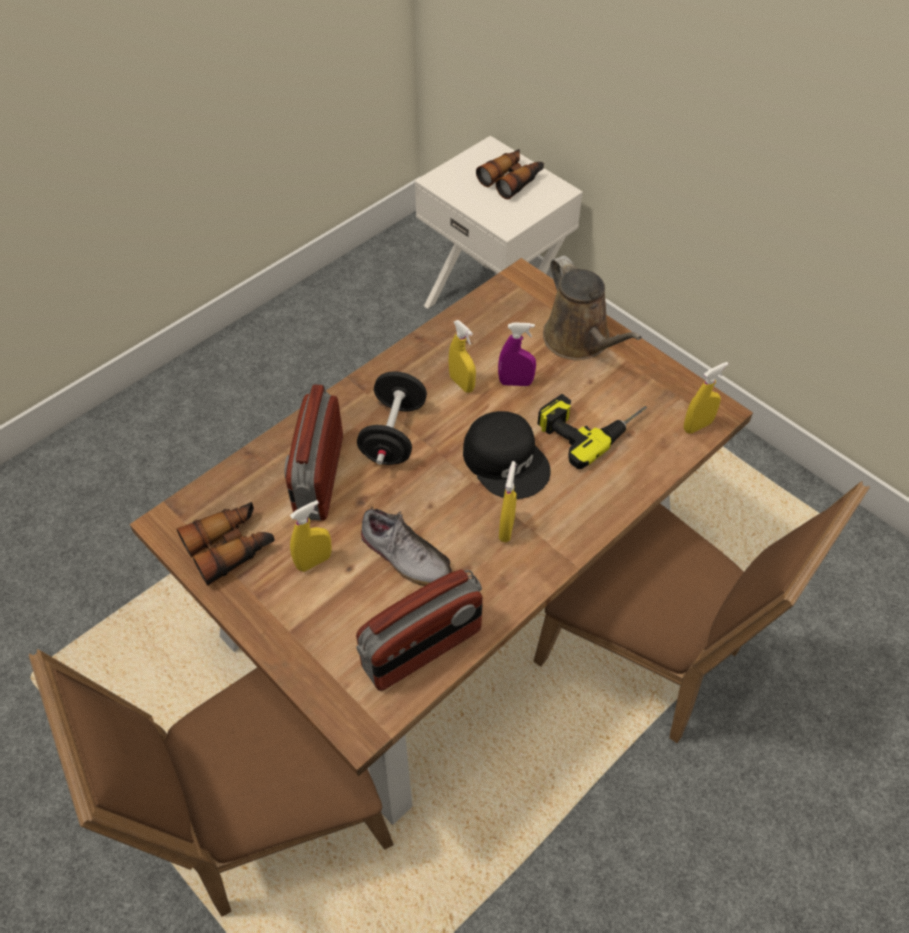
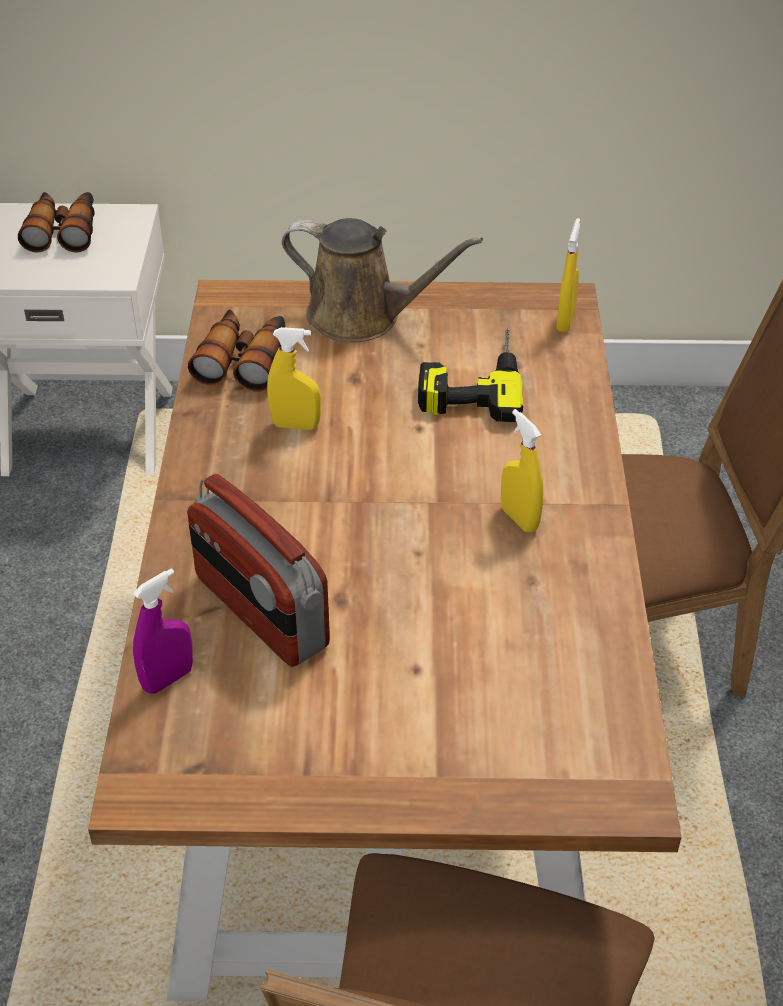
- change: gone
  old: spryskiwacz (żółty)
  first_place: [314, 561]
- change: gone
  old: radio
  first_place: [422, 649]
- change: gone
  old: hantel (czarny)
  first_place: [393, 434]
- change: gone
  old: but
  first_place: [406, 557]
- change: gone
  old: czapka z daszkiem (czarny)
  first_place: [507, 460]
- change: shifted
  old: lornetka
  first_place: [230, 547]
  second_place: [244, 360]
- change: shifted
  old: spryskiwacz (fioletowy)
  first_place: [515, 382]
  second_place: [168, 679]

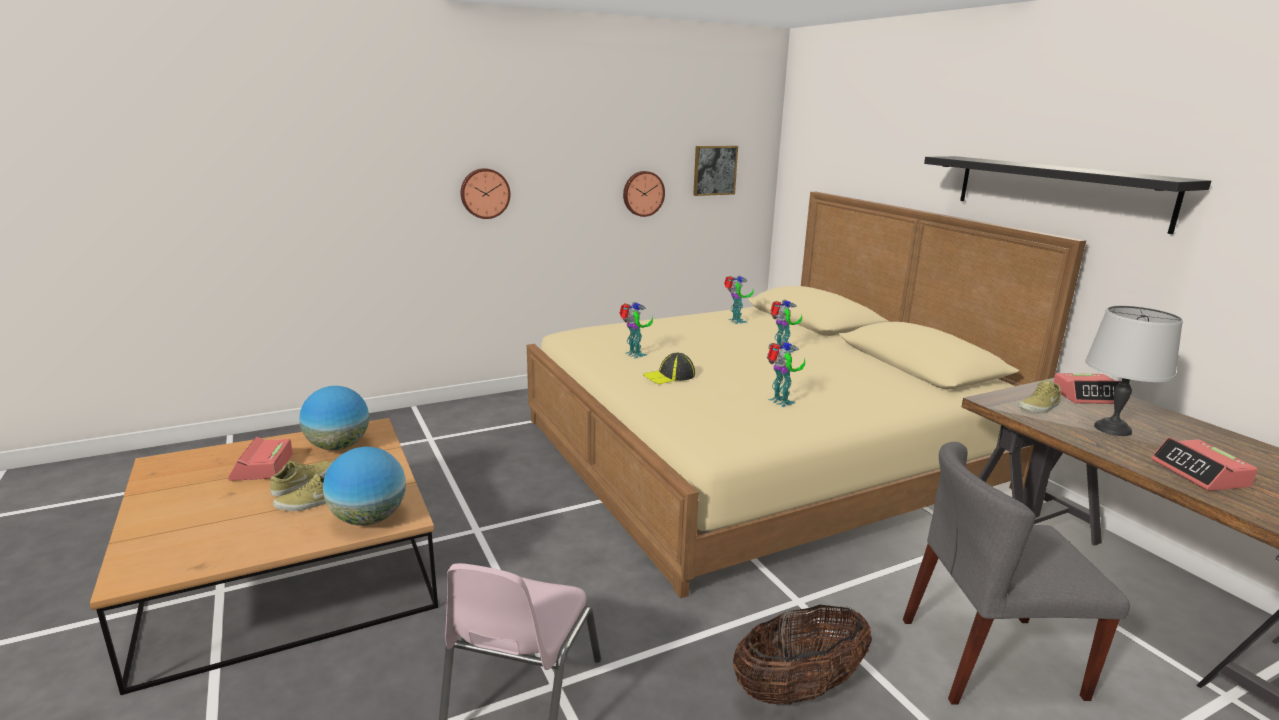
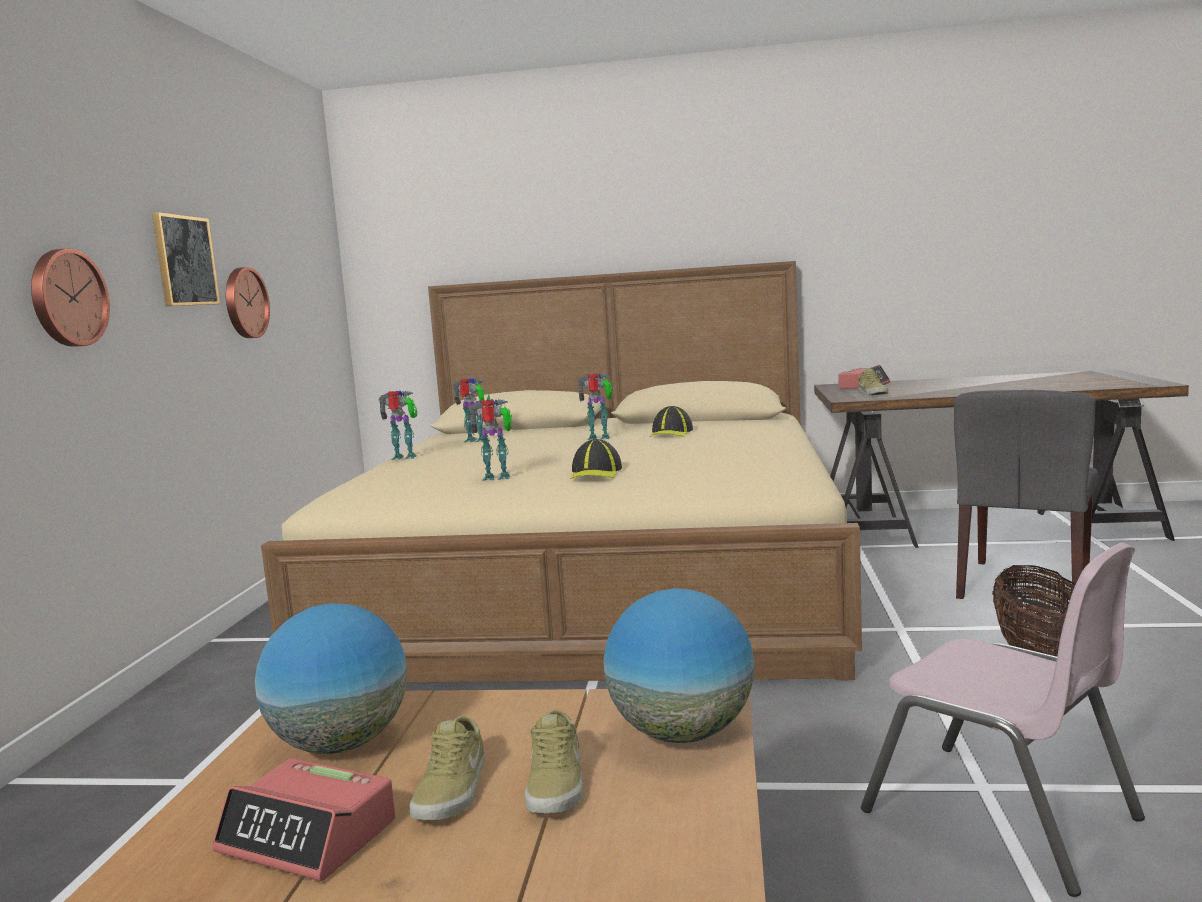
- change: gone
  old: półka (czarny)
  first_place: [1058, 191]
- change: gone
  old: lampa stołowa (szary)
  first_place: [1112, 428]
- change: gone
  old: budzik
  first_place: [1200, 474]
- change: new
  new: czapka z daszkiem
  second_place: [671, 433]
- change: shifted
  old: obraz
  first_place: [714, 170]
  second_place: [184, 261]
- change: shifted
  old: robot zabawkowy
  first_place: [780, 402]
  second_place: [405, 458]
- change: rotated
  old: but (beżowy)
  first_place: [302, 482]
  second_place: [453, 790]
  degrees: -150

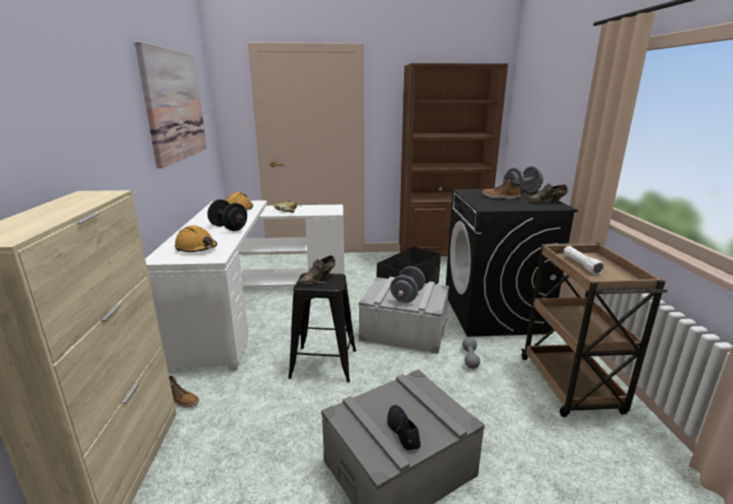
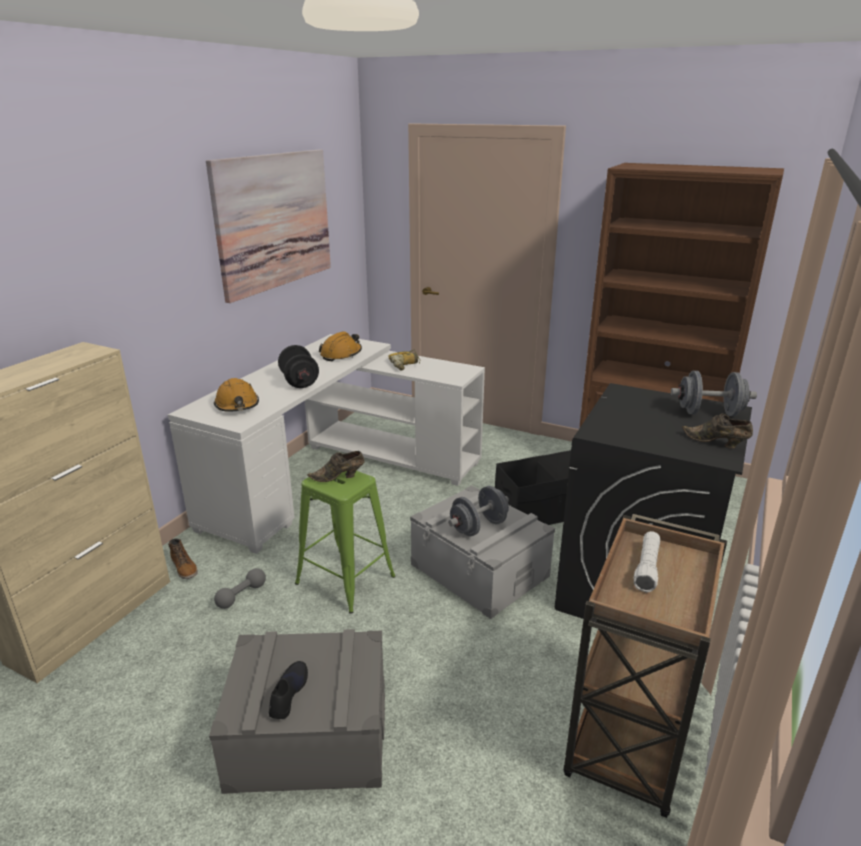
- change: gone
  old: but z cholewką
  first_place: [500, 197]
- change: shifted
  old: hantel (szary)
  first_place: [470, 358]
  second_place: [241, 595]
- change: repainted
  old: stołek (czarny)
  new: stołek (zielony)
  first_place: [323, 363]
  second_place: [345, 579]

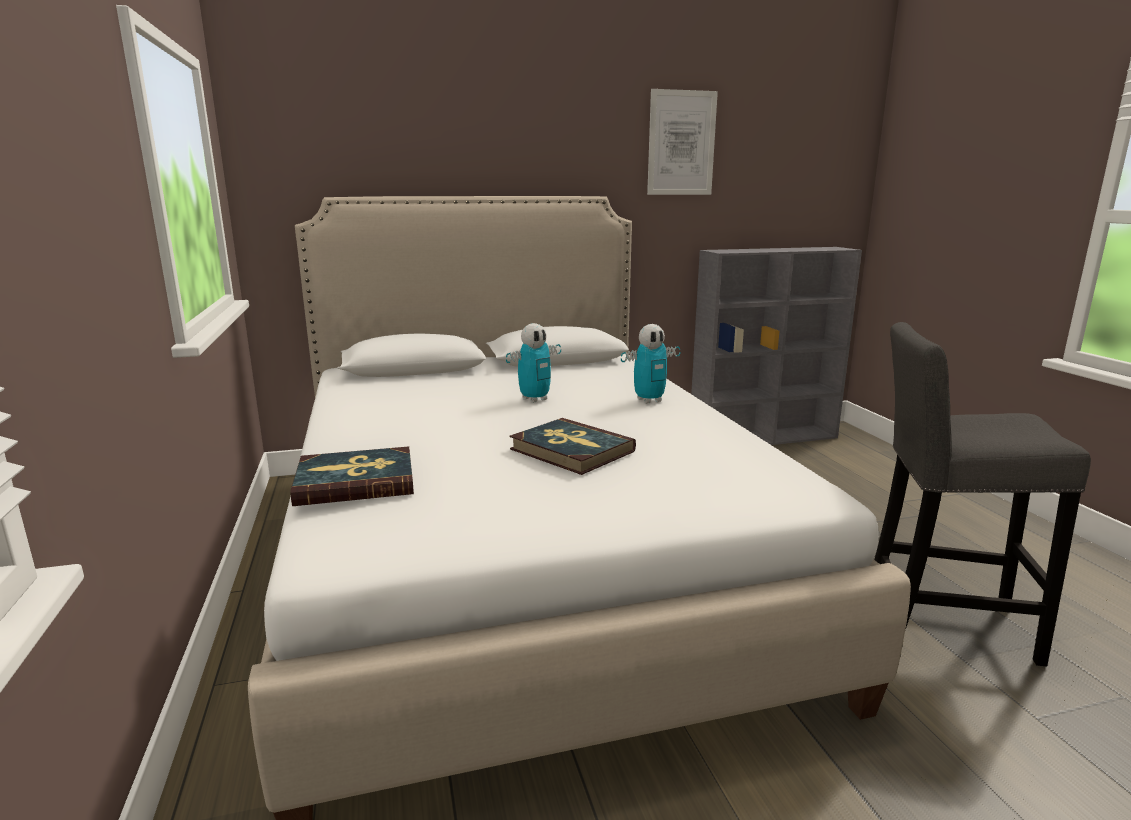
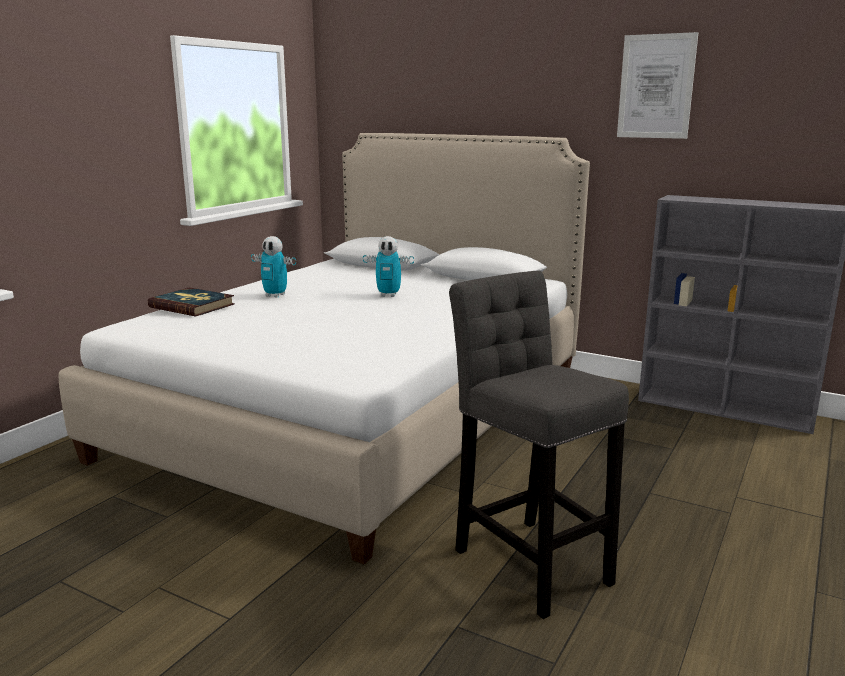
- change: gone
  old: książka
  first_place: [571, 450]
- change: shifted
  old: robot zabawkowy
  first_place: [649, 400]
  second_place: [275, 295]

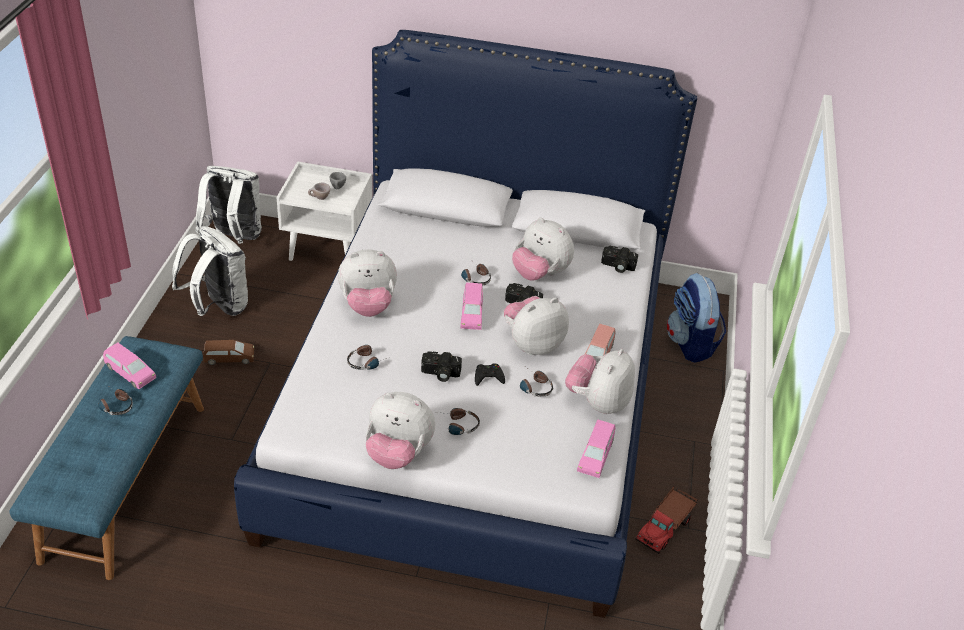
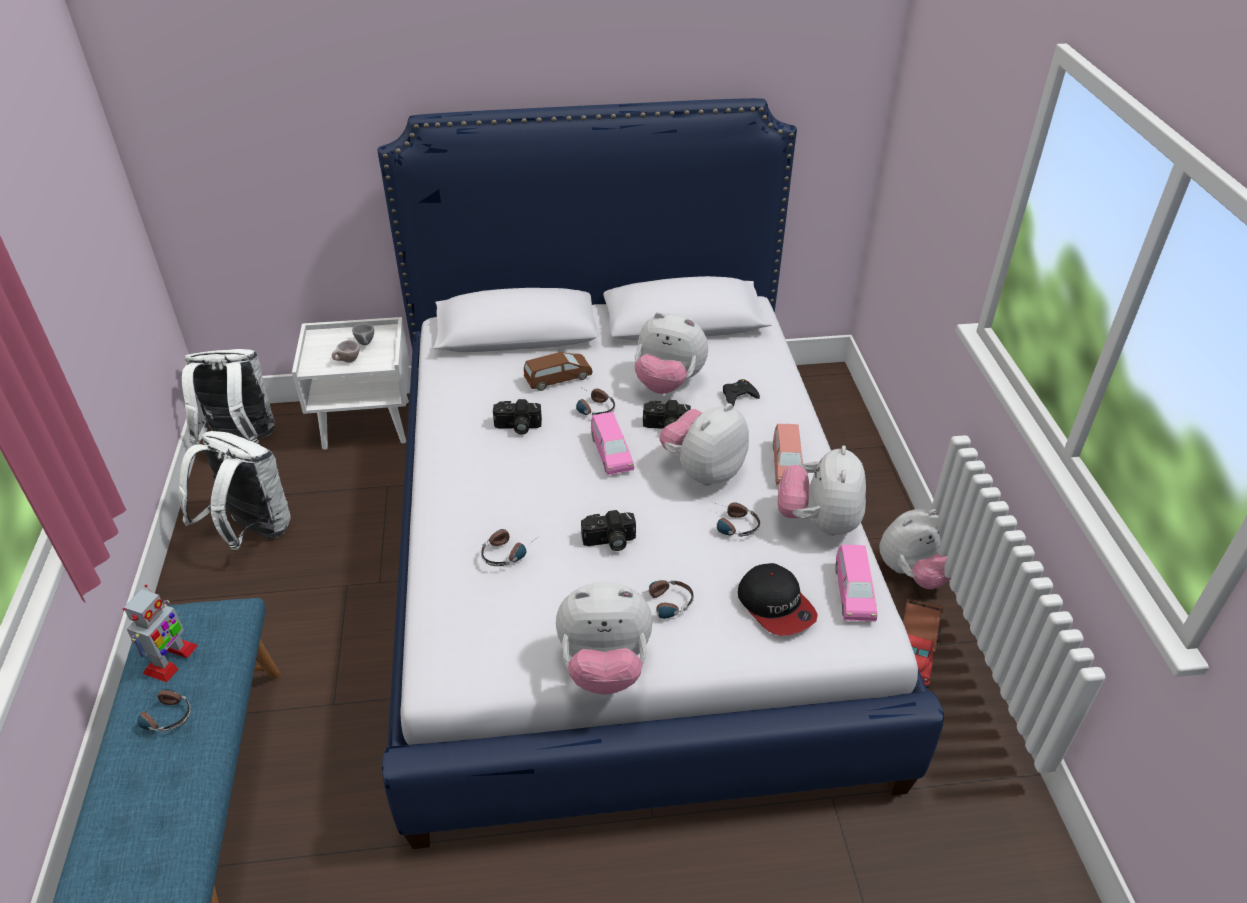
- change: gone
  old: plecak
  first_place: [691, 343]
- change: new
  new: czapka z daszkiem
  second_place: [776, 606]
- change: shifted
  old: samochodzik (brązowy)
  first_place: [229, 358]
  second_place: [558, 378]
- change: shifted
  old: pluszak
  first_place: [368, 306]
  second_place: [913, 573]
- change: shifted
  old: pad do gier (czarny)
  first_place: [488, 377]
  second_place: [738, 396]
- change: shifted
  old: aparat fotograficzny
  first_place: [617, 267]
  second_place: [517, 427]
- change: swapped
  old: samochodzik (różowy)
  new: robot zabawkowy
  first_place: [130, 373]
  second_place: [170, 660]

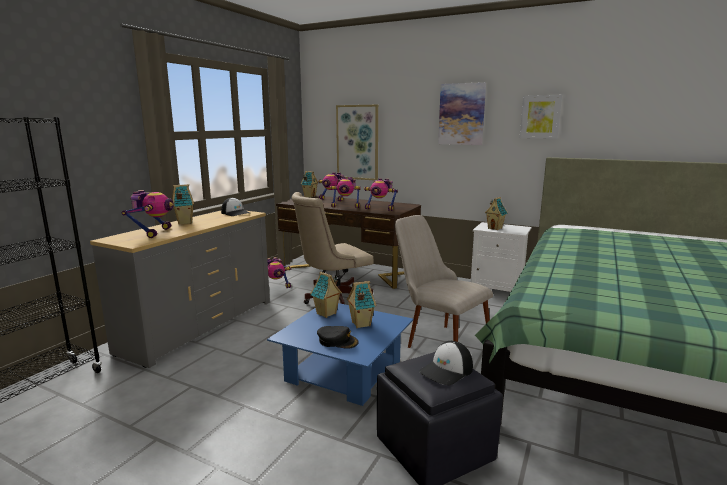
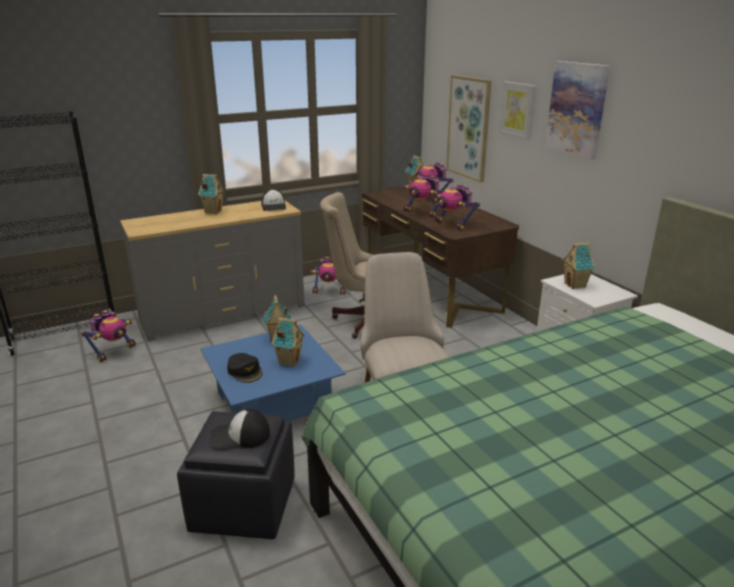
- change: shifted
  old: robot zabawkowy
  first_place: [154, 233]
  second_place: [114, 351]
- change: shifted
  old: obraz
  first_place: [540, 117]
  second_place: [518, 110]

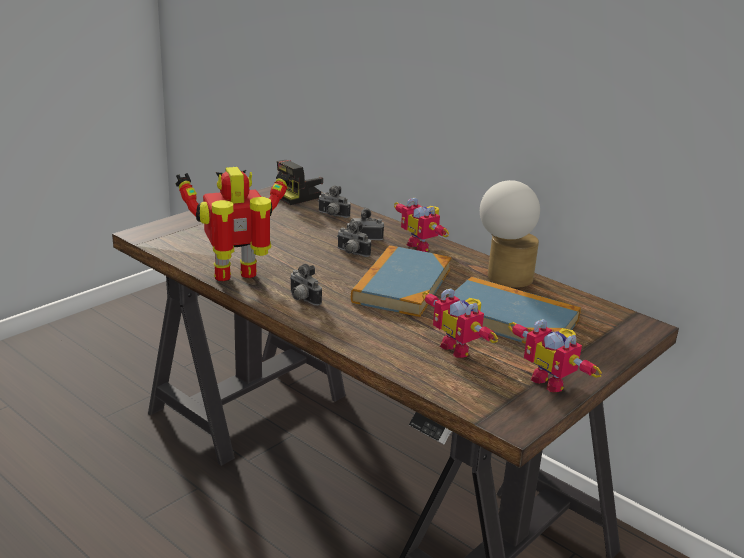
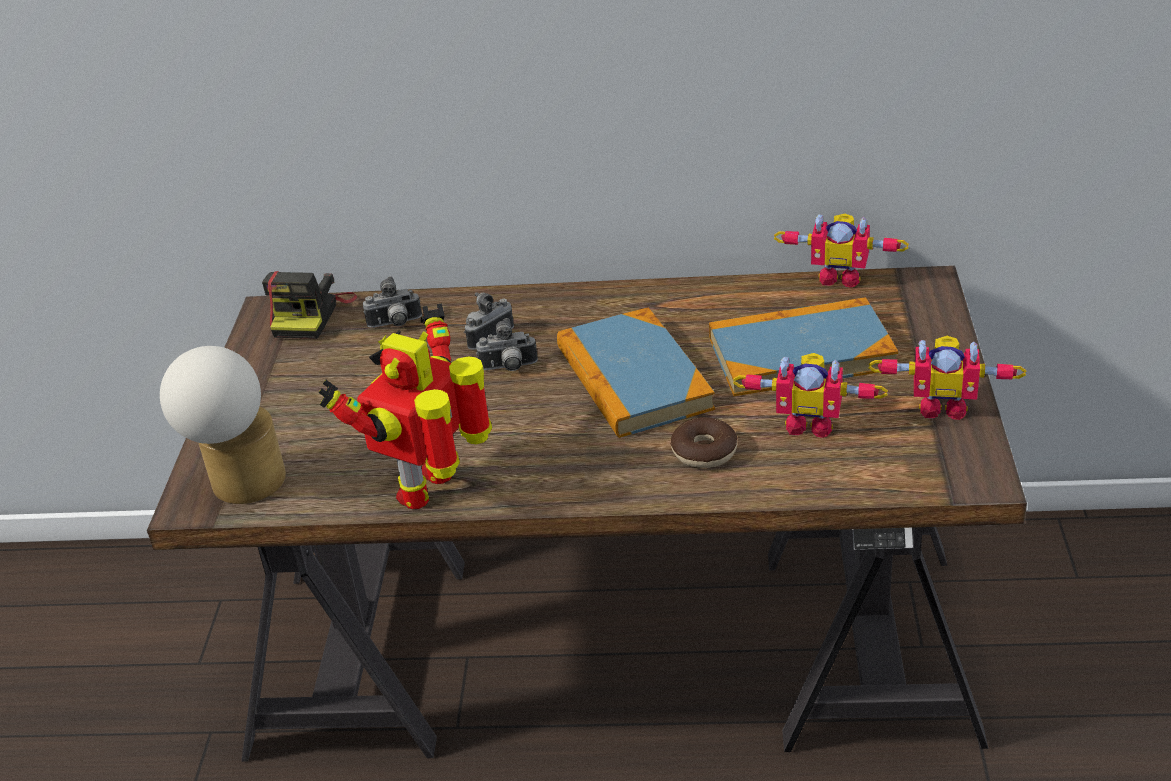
- change: gone
  old: aparat fotograficzny
  first_place: [302, 300]
- change: new
  new: donut
  second_place: [704, 451]
- change: shifted
  old: robot zabawkowy
  first_place: [422, 246]
  second_place: [840, 276]
- change: shifted
  old: lampa stołowa
  first_place: [503, 278]
  second_place: [240, 487]

